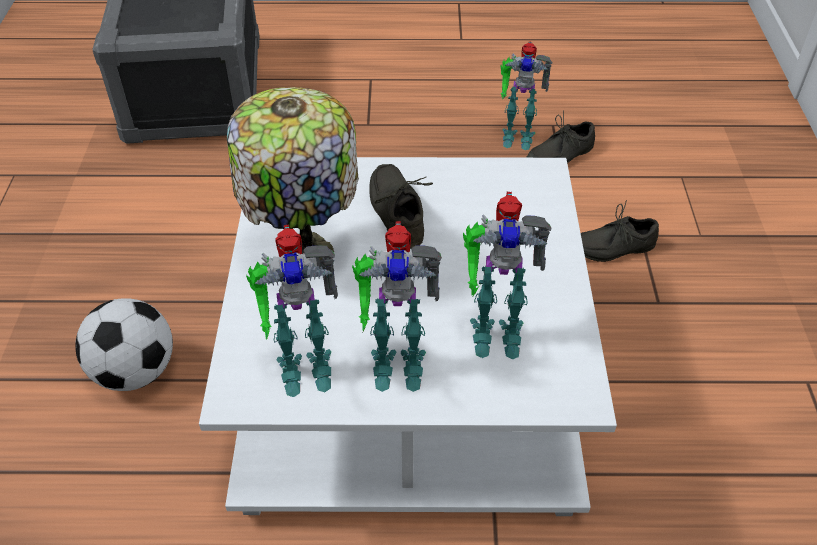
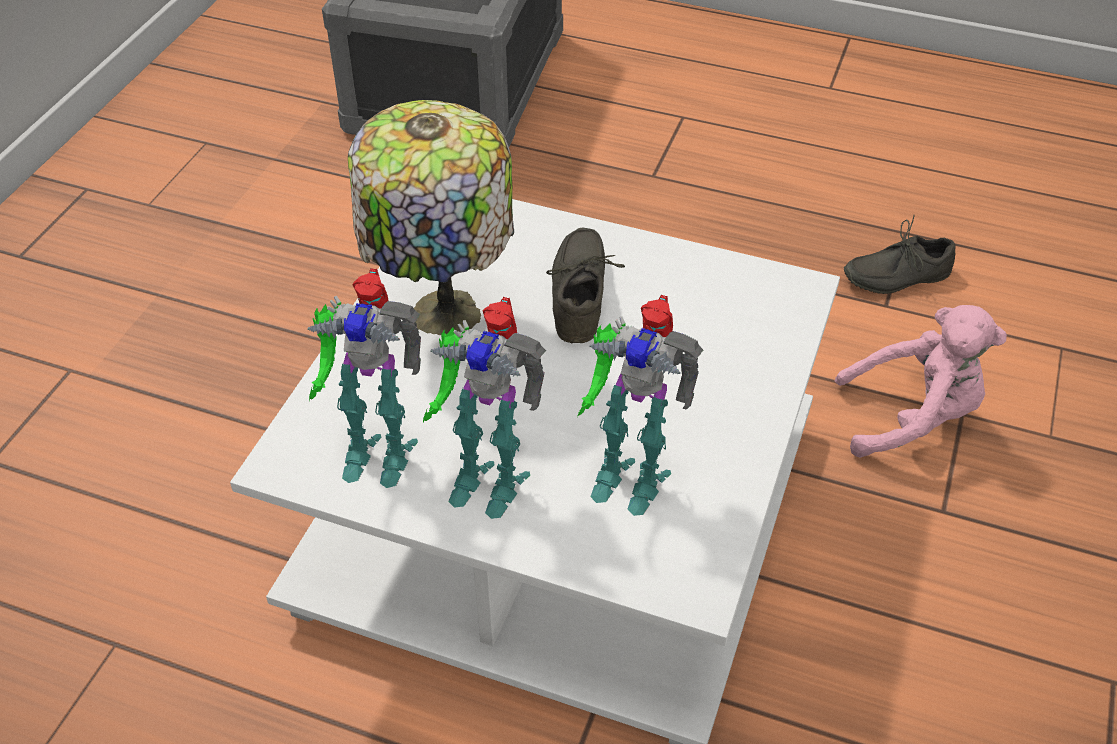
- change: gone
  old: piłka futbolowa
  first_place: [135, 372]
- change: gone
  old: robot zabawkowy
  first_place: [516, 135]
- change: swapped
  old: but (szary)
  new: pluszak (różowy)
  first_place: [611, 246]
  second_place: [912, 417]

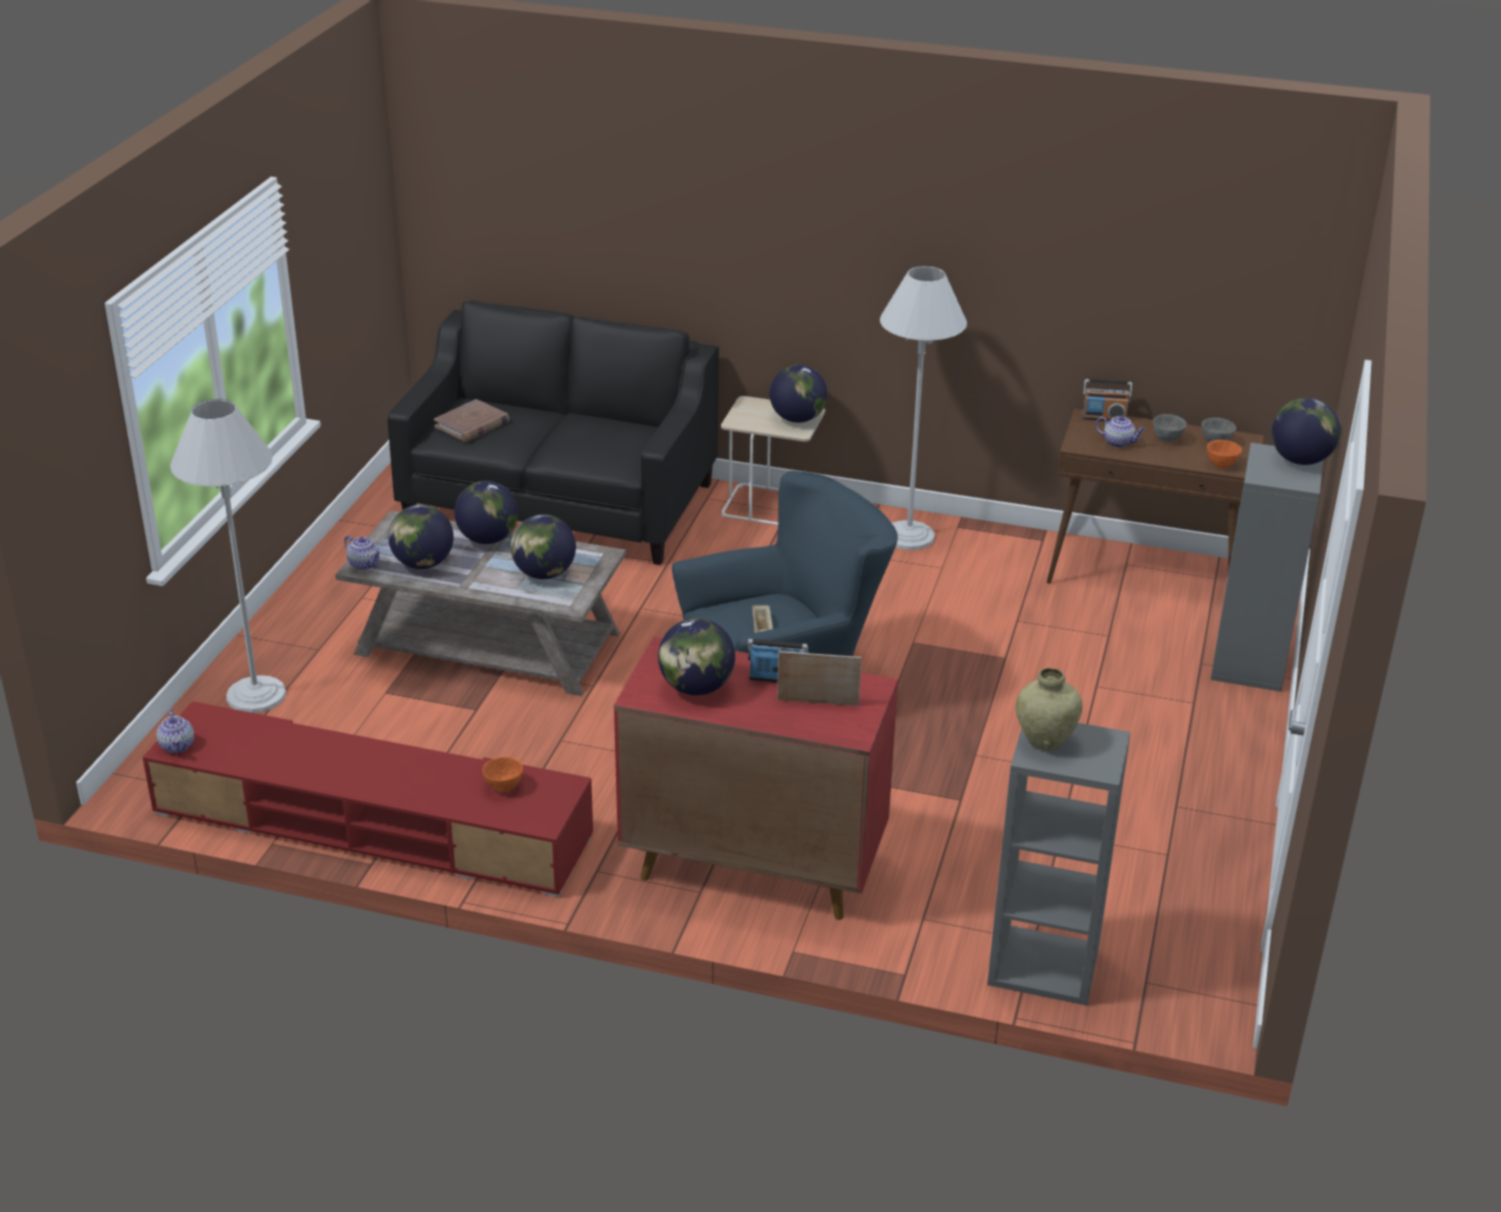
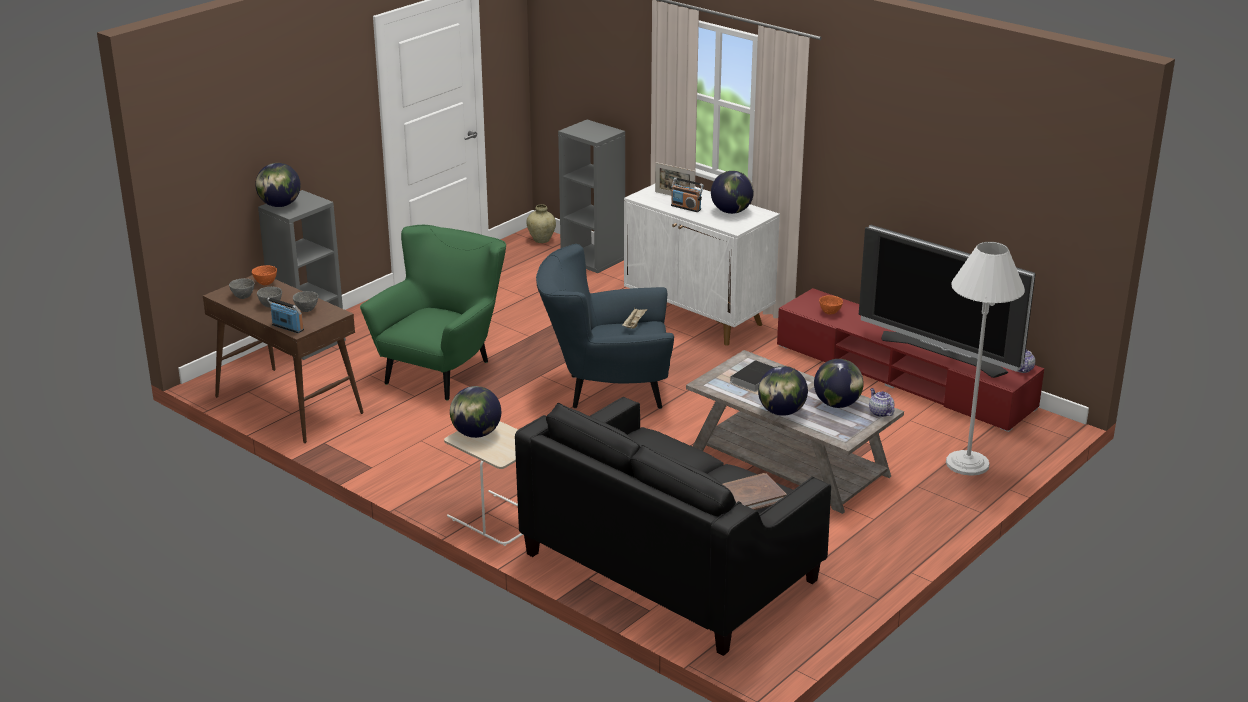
- change: gone
  old: lampa stojąca (biały)
  first_place: [909, 536]
- change: new
  new: fotel (zielony)
  second_place: [443, 369]
- change: new
  new: telewizor
  second_place: [942, 354]
- change: shifted
  old: wazon (beżowy)
  first_place: [1045, 740]
  second_place: [541, 240]
- change: swapped
  old: globus
  new: książka
  first_place: [544, 574]
  second_place: [754, 380]
- change: swapped
  old: imbryk
  new: miska (szary)
  first_place: [1119, 442]
  second_place: [306, 310]
- change: repainted
  old: szafka (czerwony)
  new: szafka (biały)
  first_place: [752, 866]
  second_place: [699, 317]

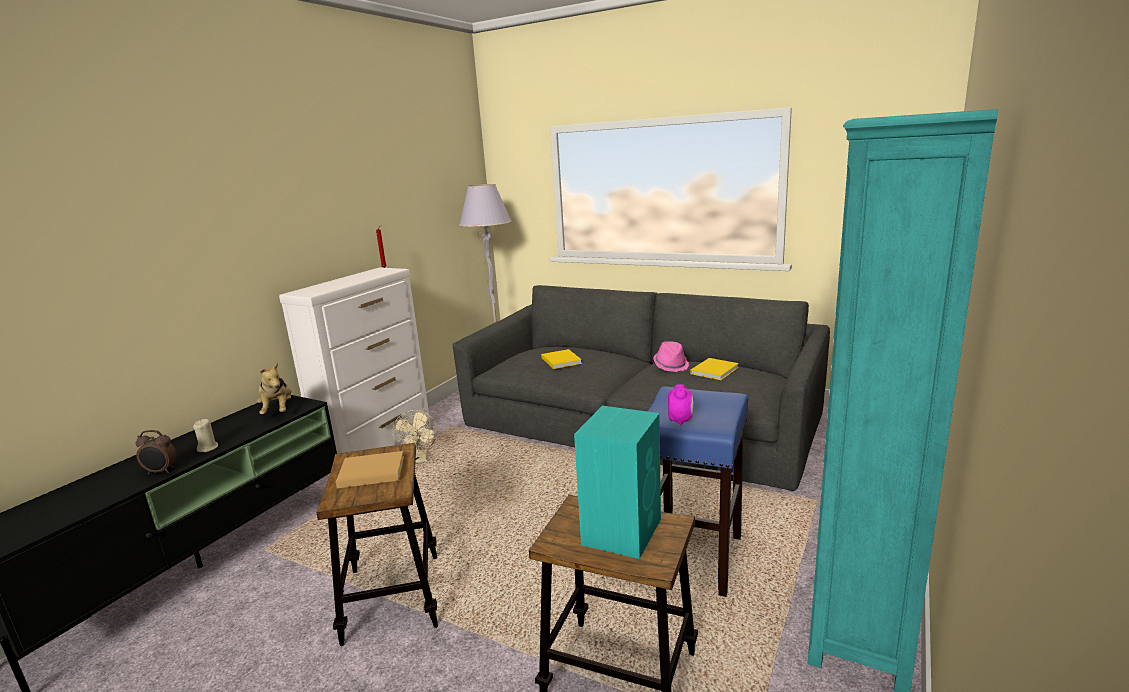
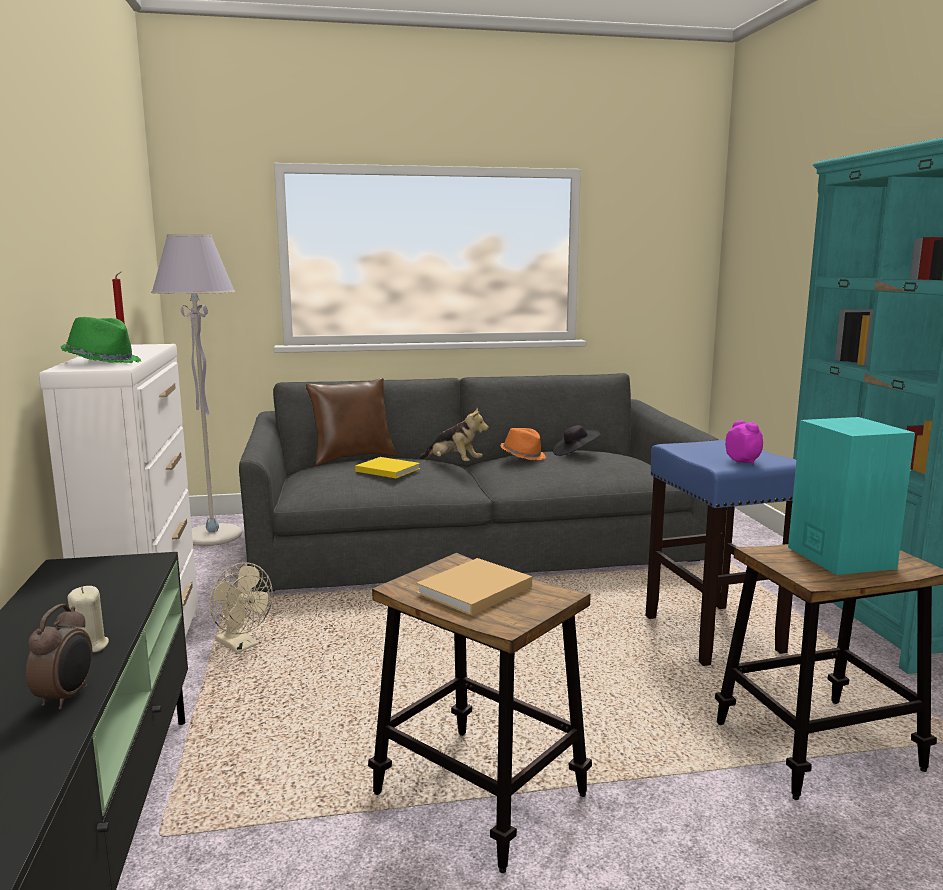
- change: new
  new: kapelusz (zielony)
  second_place: [102, 362]
- change: new
  new: poduszka (brązowy)
  second_place: [353, 458]
- change: shifted
  old: pluszak
  first_place: [279, 410]
  second_place: [453, 463]
- change: swapped
  old: książka (żółty)
  new: kapelusz (czarny)
  first_place: [715, 370]
  second_place: [575, 453]
- change: repainted
  old: kapelusz (różowy)
  new: kapelusz (pomarańczowy)
  first_place: [671, 365]
  second_place: [523, 456]
- change: rotated
  old: budzik
  first_place: [161, 472]
  second_place: [67, 697]
  degrees: -45

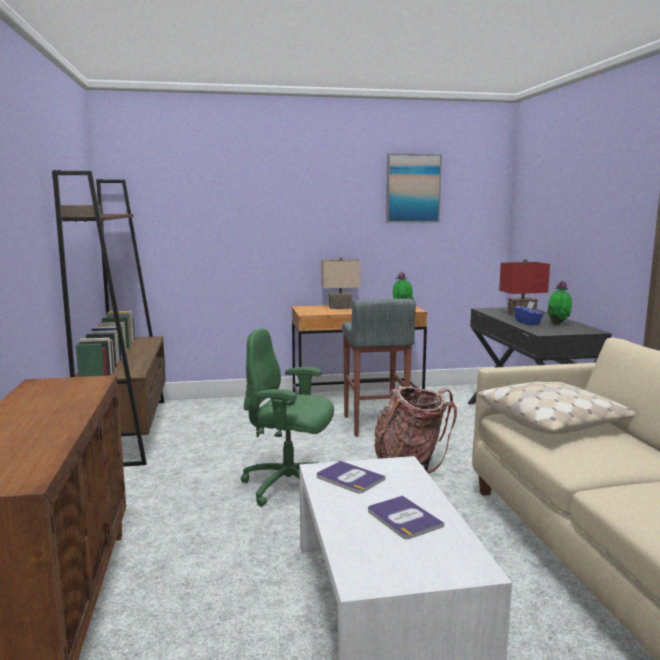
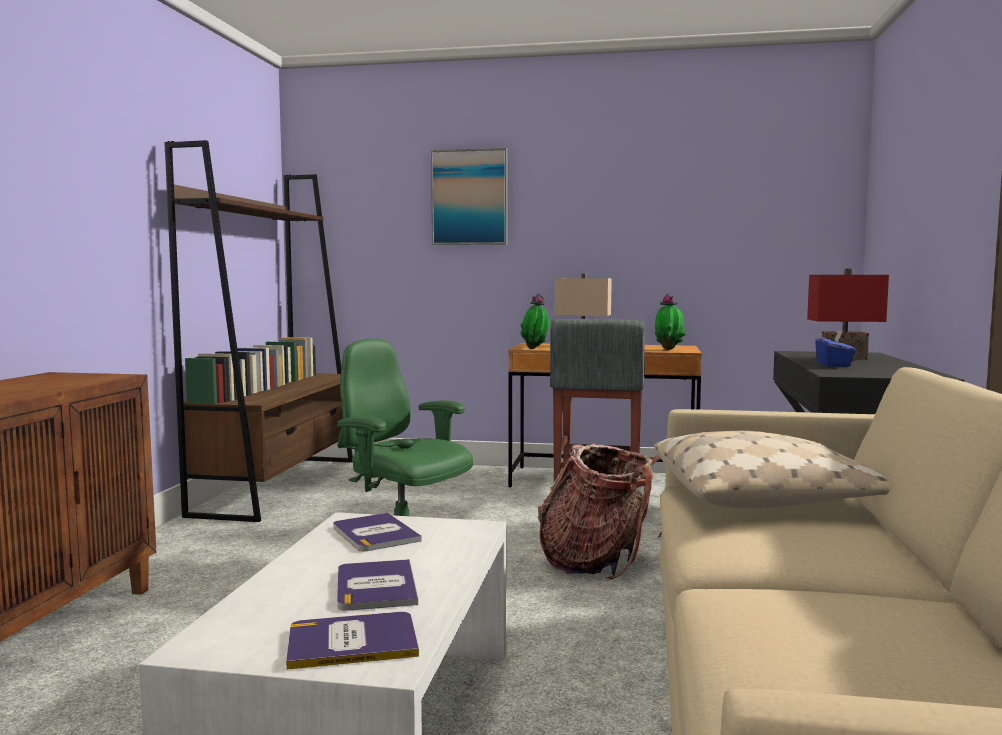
- change: new
  new: książka
  second_place: [352, 642]
- change: shifted
  old: obraz
  first_place: [413, 188]
  second_place: [469, 197]
- change: shifted
  old: roślina doniczkowa
  first_place: [558, 324]
  second_place: [535, 349]

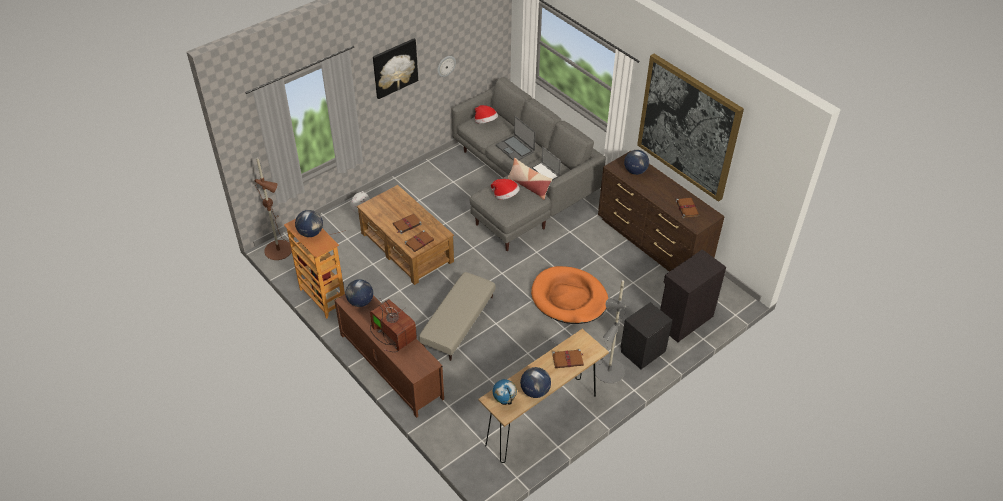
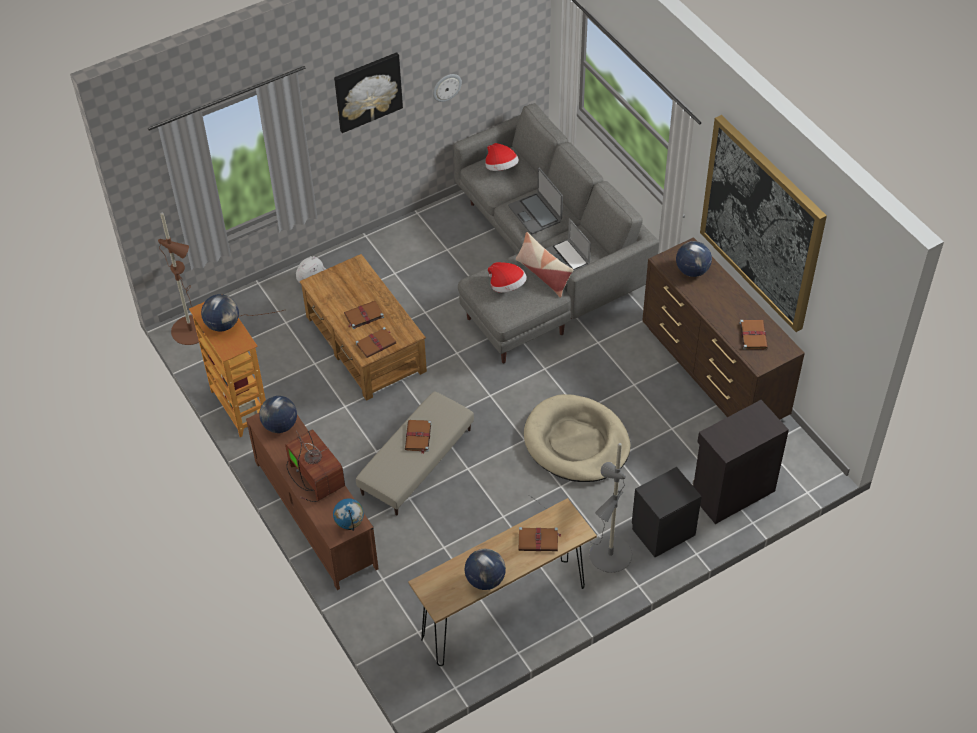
- change: new
  new: książka (brązowy)
  second_place: [418, 437]
- change: shifted
  old: globus
  first_place: [504, 401]
  second_place: [350, 526]
- change: repainted
  old: legowisko (pomarańczowy)
  new: legowisko (beżowy)
  first_place: [569, 298]
  second_place: [576, 442]

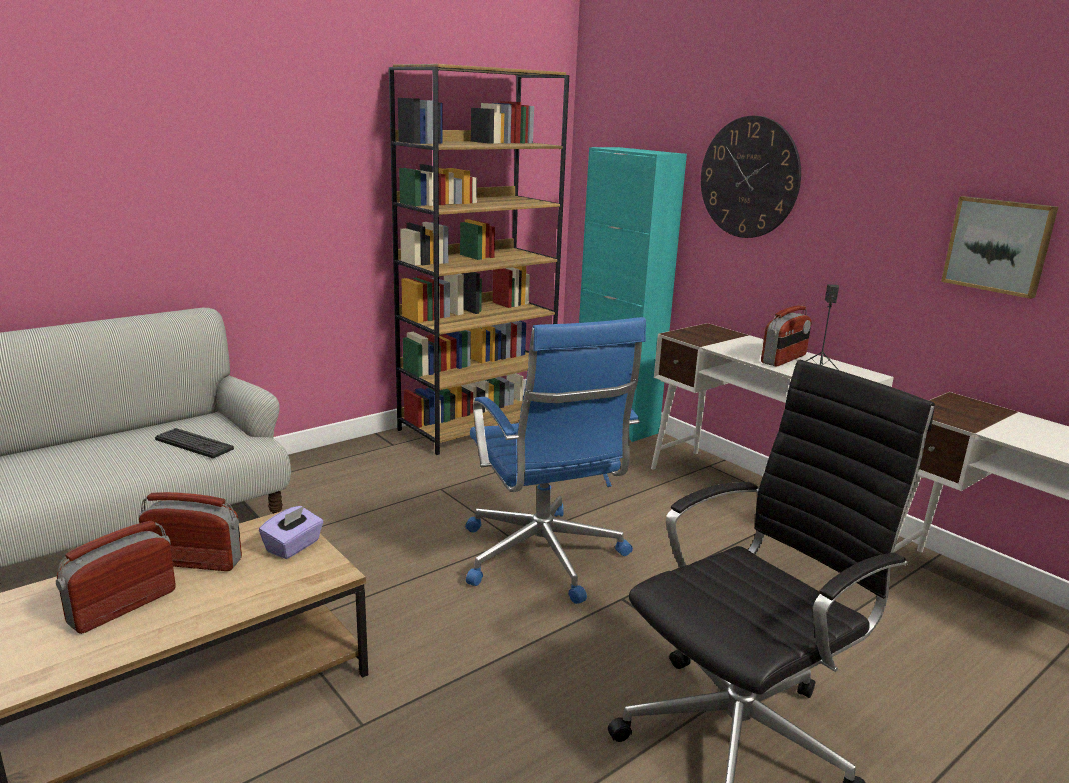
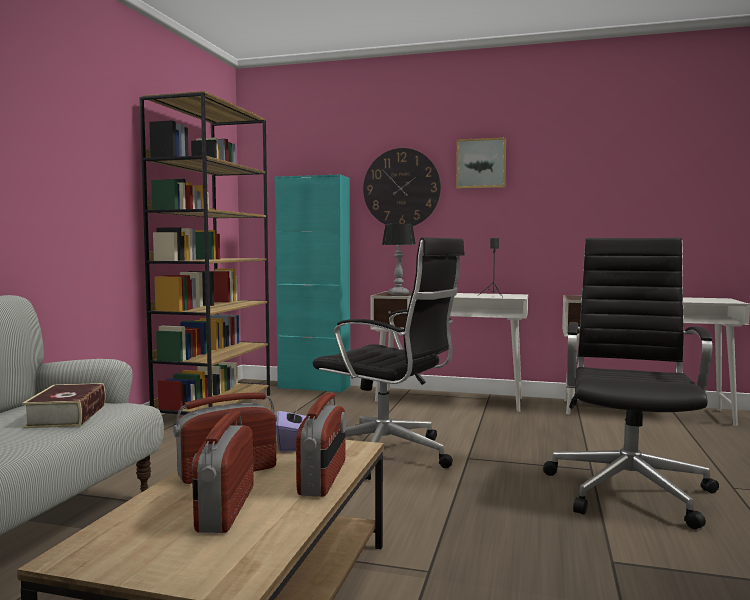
- change: new
  new: lampa stołowa
  second_place: [399, 294]
- change: shifted
  old: radio
  first_place: [784, 359]
  second_place: [323, 478]
- change: shifted
  old: obraz
  first_place: [999, 245]
  second_place: [481, 163]
- change: swapped
  old: klawiatura
  new: książka
  first_place: [194, 444]
  second_place: [67, 416]
- change: repainted
  old: krzesło biurowe (niebieski)
  new: krzesło biurowe (czarny)
  first_place: [543, 558]
  second_place: [388, 455]

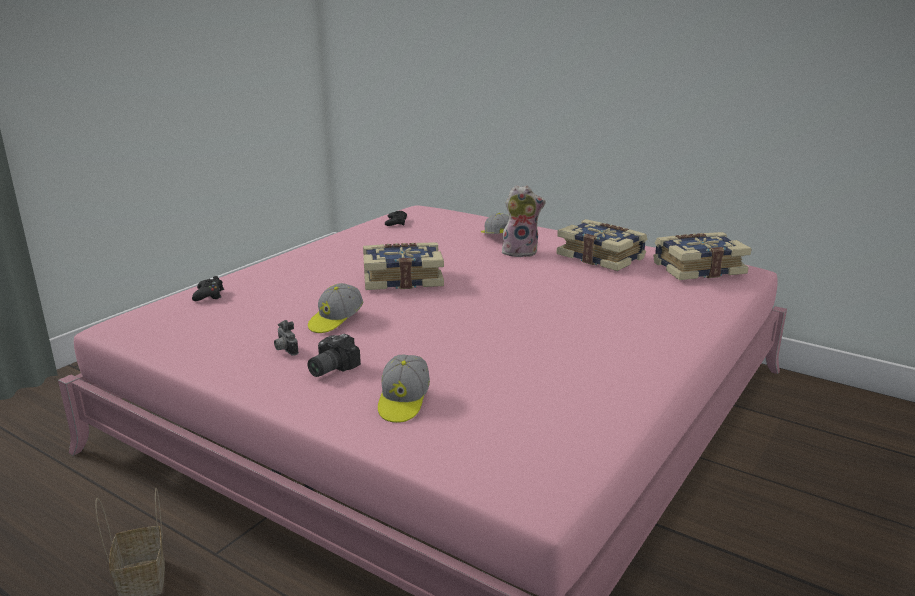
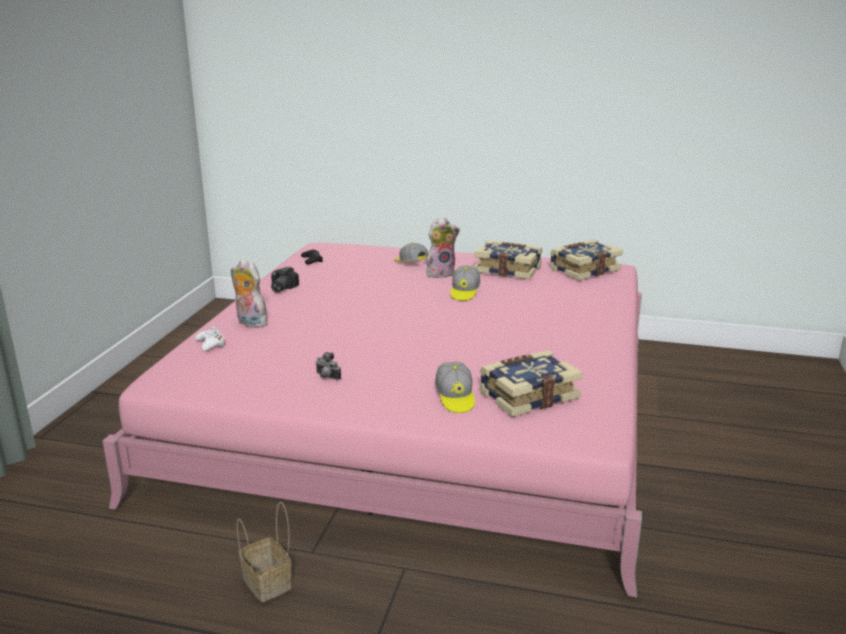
- change: new
  new: pluszak
  second_place: [249, 323]
- change: shifted
  old: czapka z daszkiem
  first_place: [335, 321]
  second_place: [464, 292]
- change: shifted
  old: aparat fotograficzny
  first_place: [329, 368]
  second_place: [281, 288]
- change: shifted
  old: książka
  first_place: [402, 279]
  second_place: [527, 395]
- change: repainted
  old: pad do gier (czarny)
  new: pad do gier (biały)
  first_place: [209, 295]
  second_place: [211, 344]

